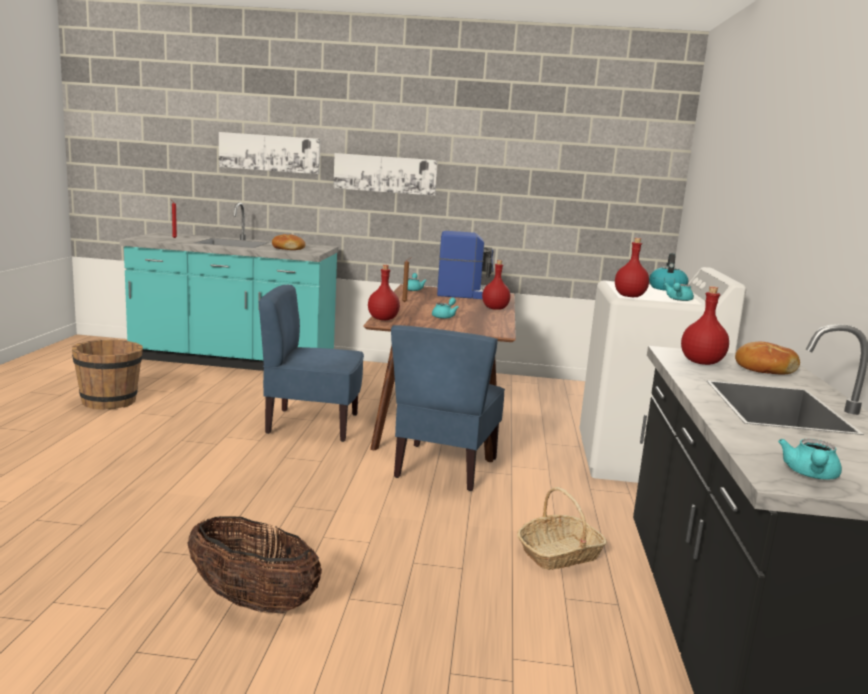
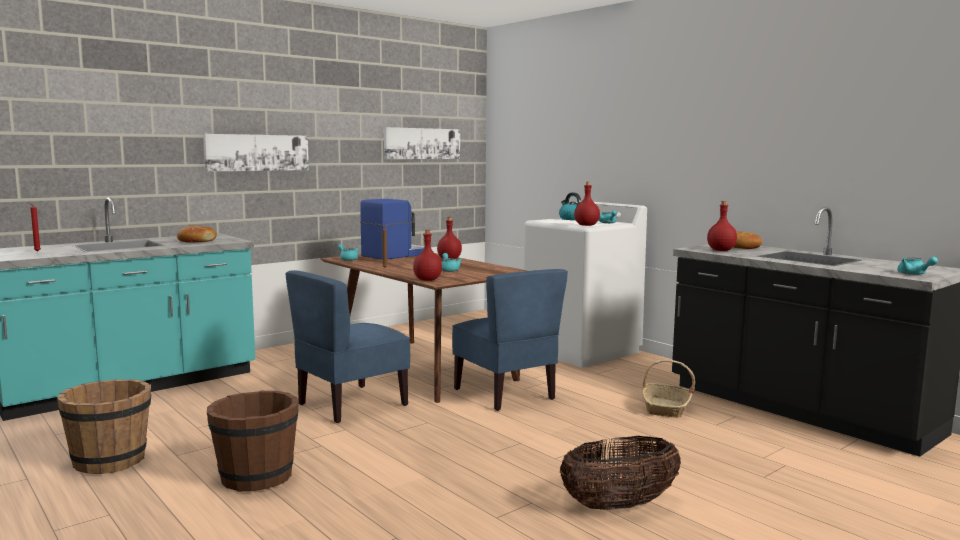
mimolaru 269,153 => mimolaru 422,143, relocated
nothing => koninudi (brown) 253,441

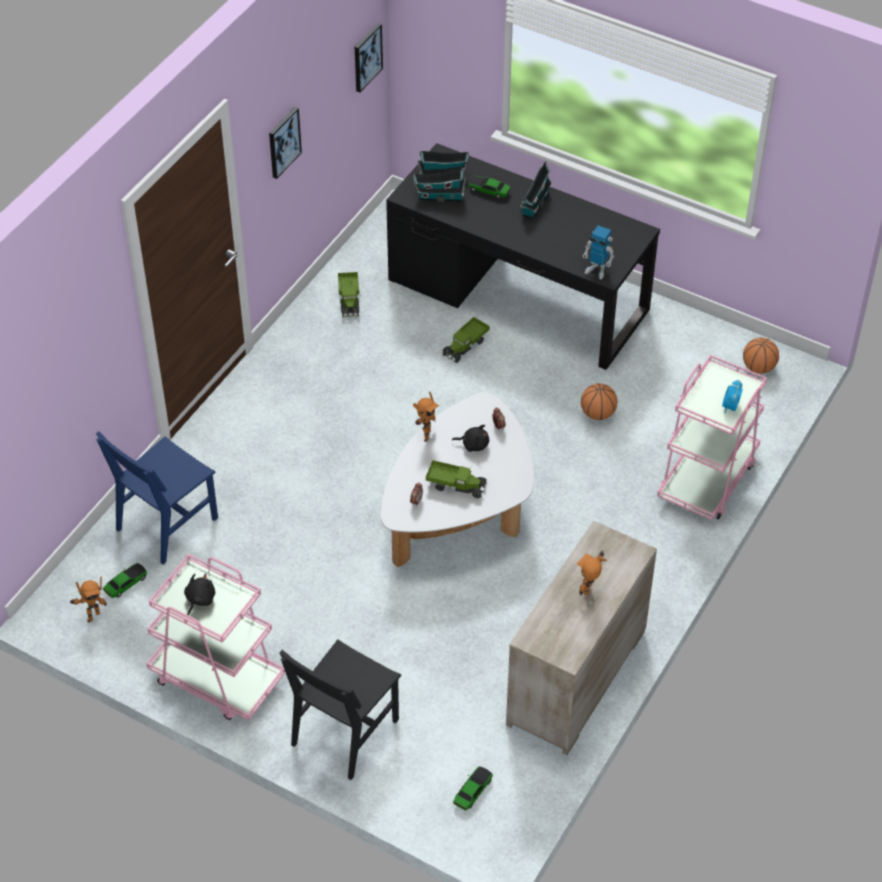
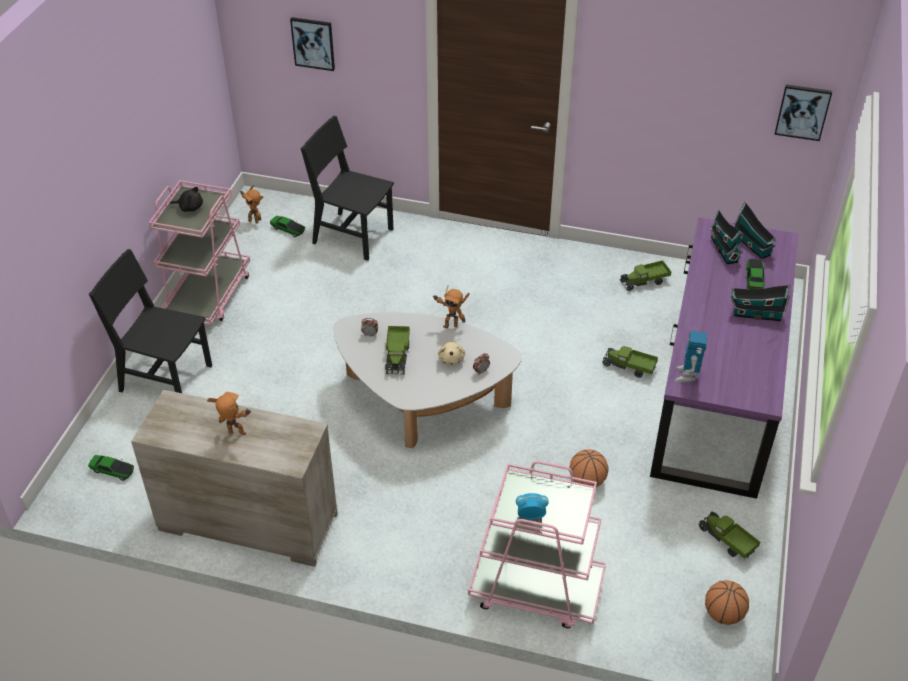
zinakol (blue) 157,498 => zinakol (black) 347,188
mimolaru 285,143 => mimolaru 312,44, relocated
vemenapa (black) 523,256 => vemenapa (purple) 724,358
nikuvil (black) 470,438 => nikuvil (beige) 451,353
nothing => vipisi 729,535

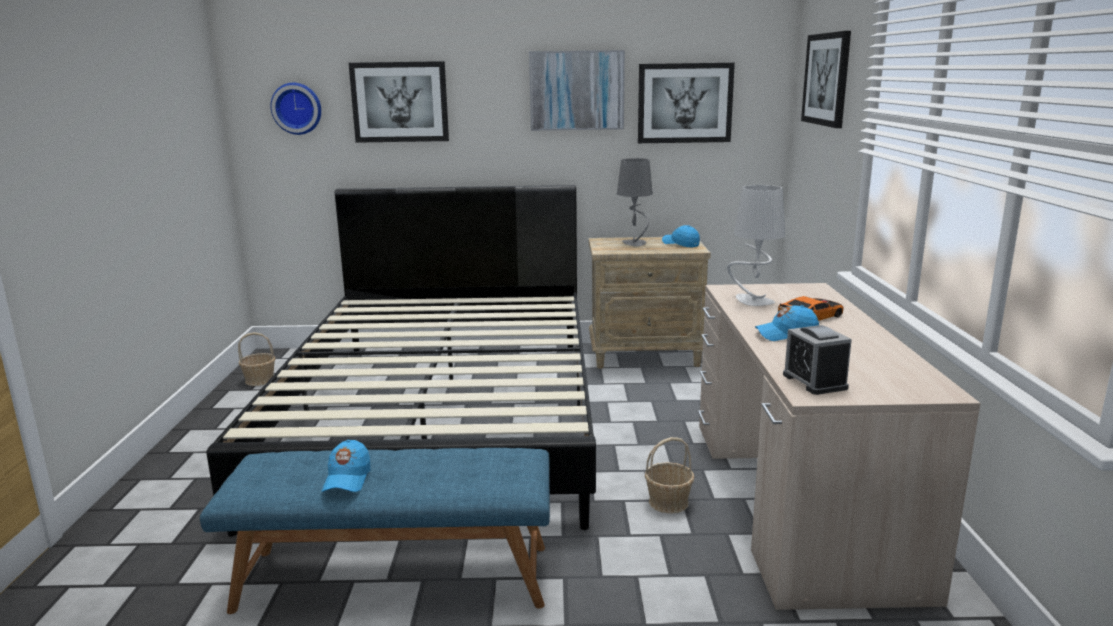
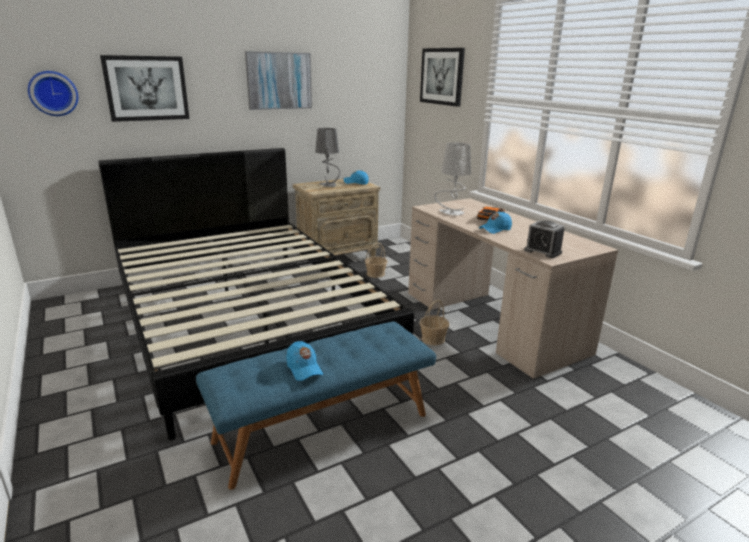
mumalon 256,359 => mumalon 376,260, relocated
mimolaru 686,103 => nothing

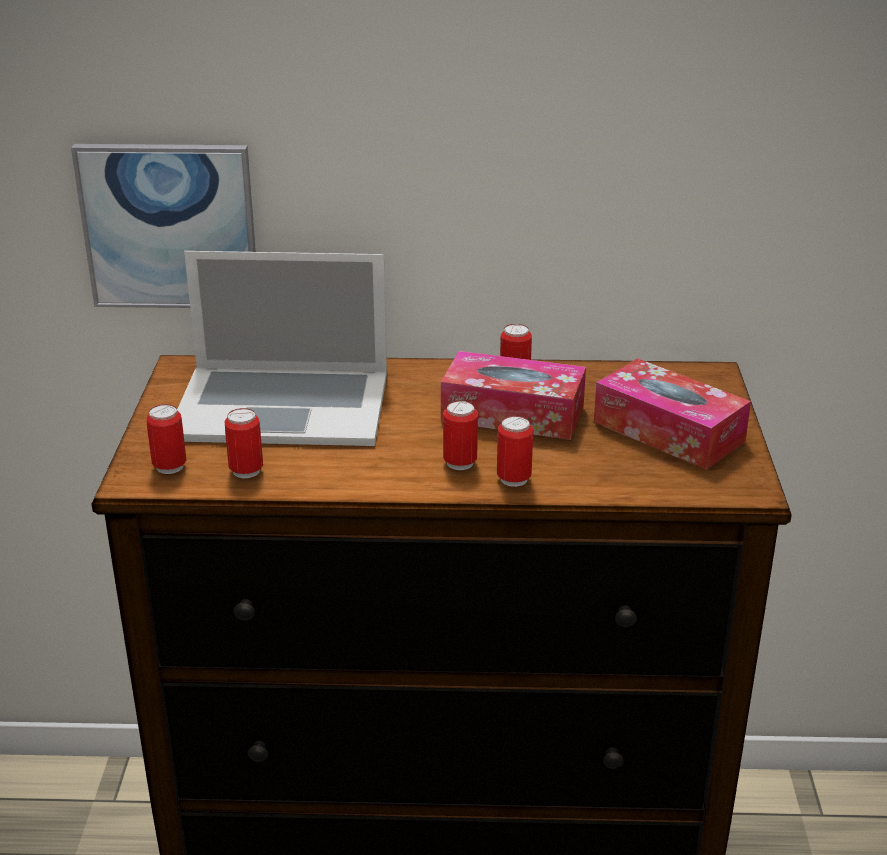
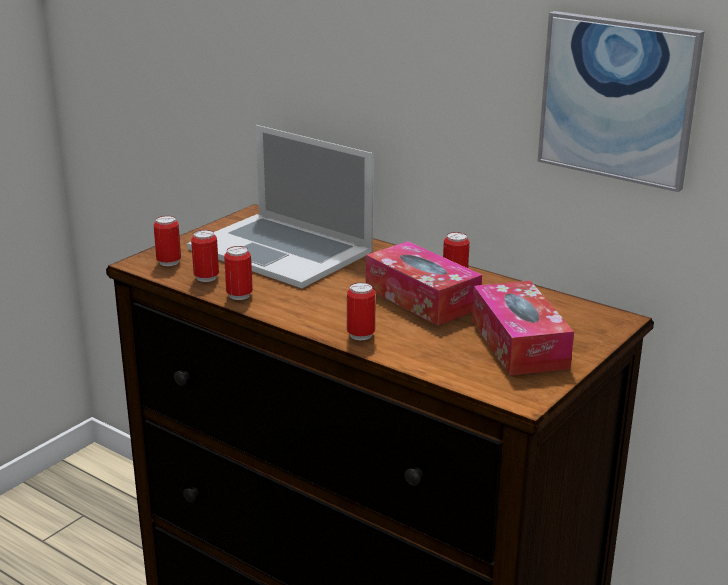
mimolaru 163,226 => mimolaru 621,101, relocated
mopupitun 460,435 => mopupitun 238,273, relocated

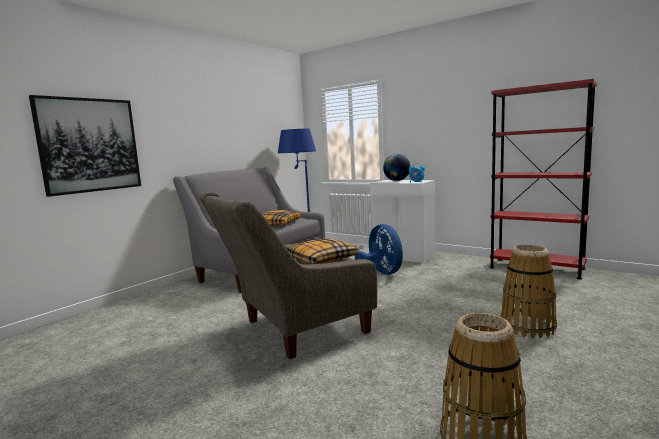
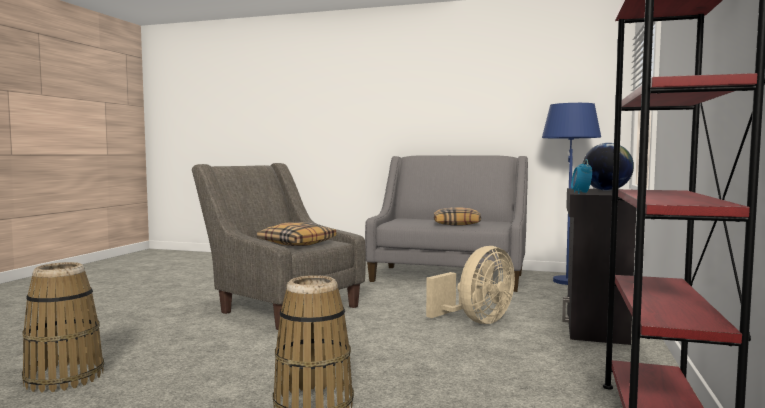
mimolaru 85,146 => nothing
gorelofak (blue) 379,249 => gorelofak (beige) 470,285
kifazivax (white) 403,221 => kifazivax (black) 599,266

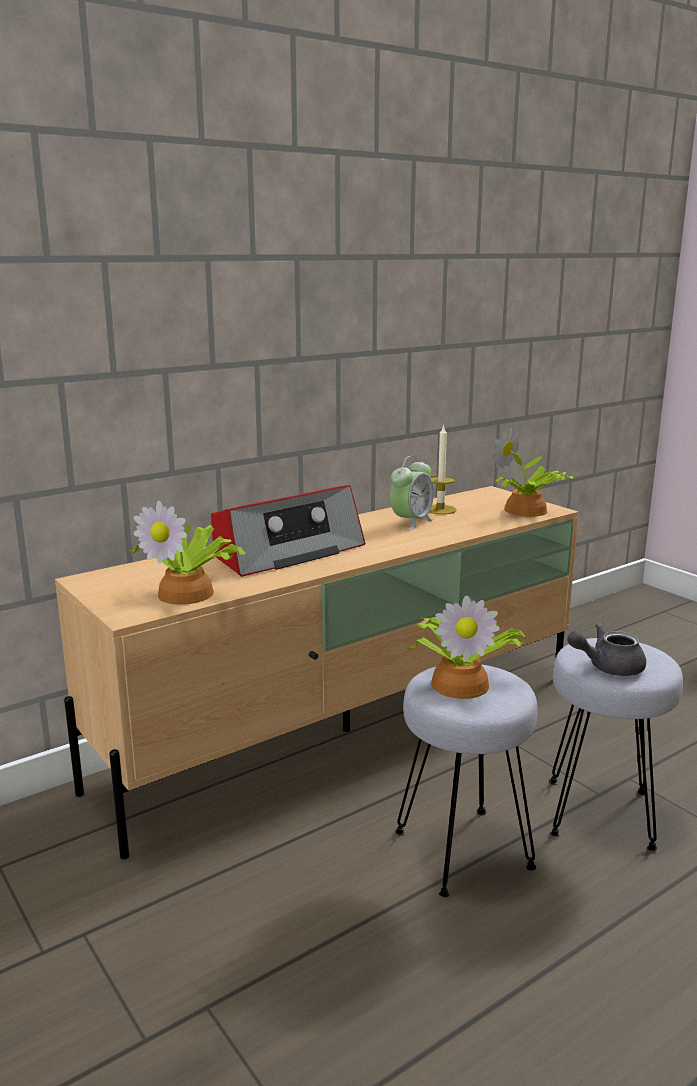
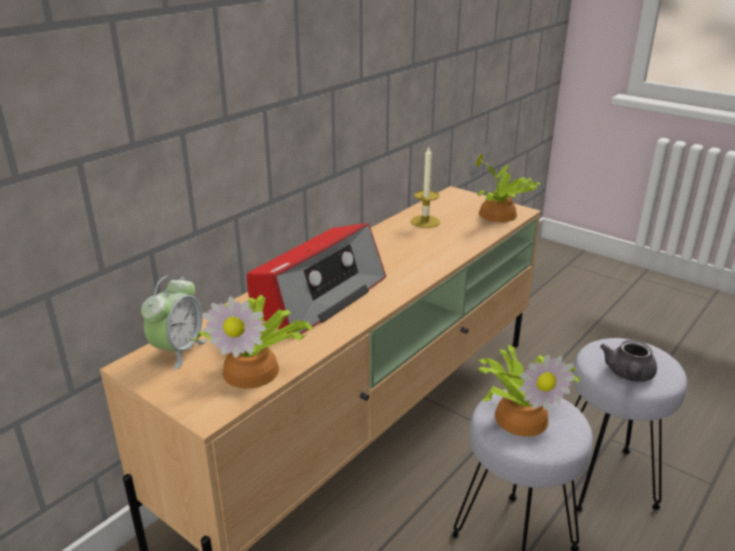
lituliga 412,493 => lituliga 174,323, relocated
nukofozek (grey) 606,649 => nukofozek (grey) 628,361, 45 degrees counterclockwise

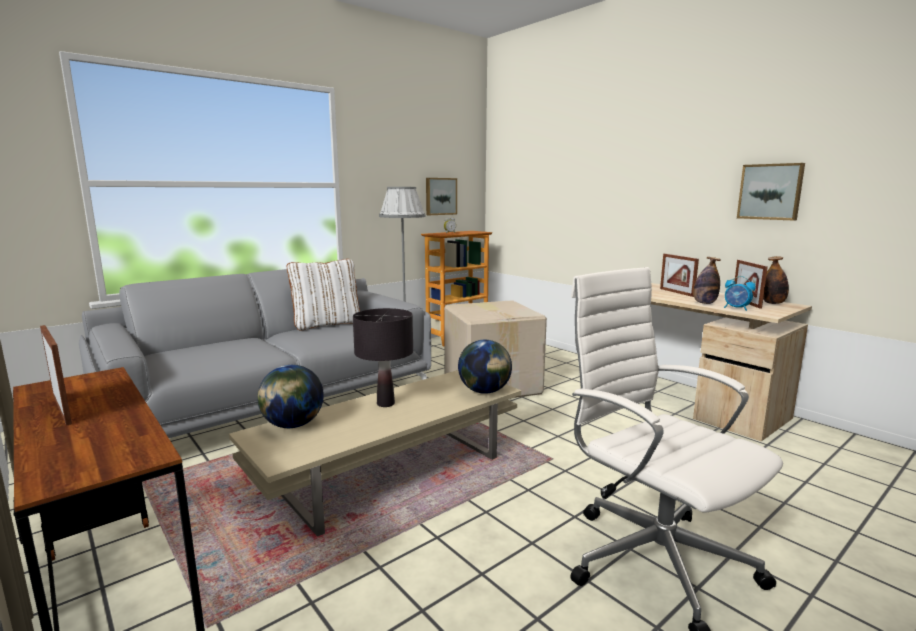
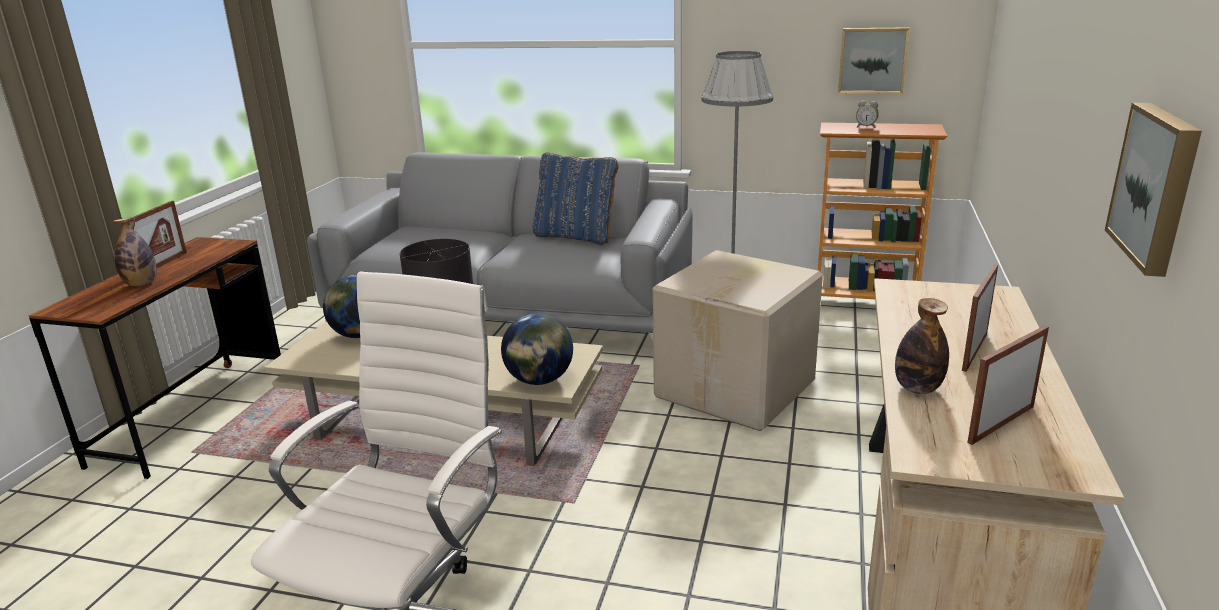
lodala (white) 323,294 => lodala (blue) 576,198
lituliga 740,293 => nothing
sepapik 776,280 => sepapik 135,251, relocated

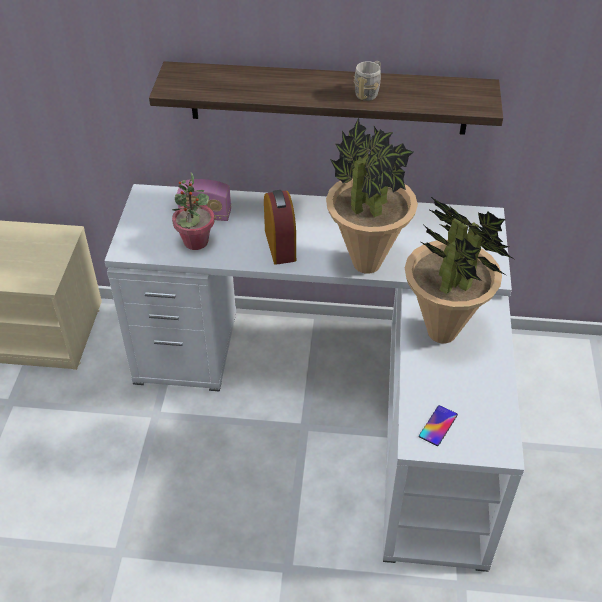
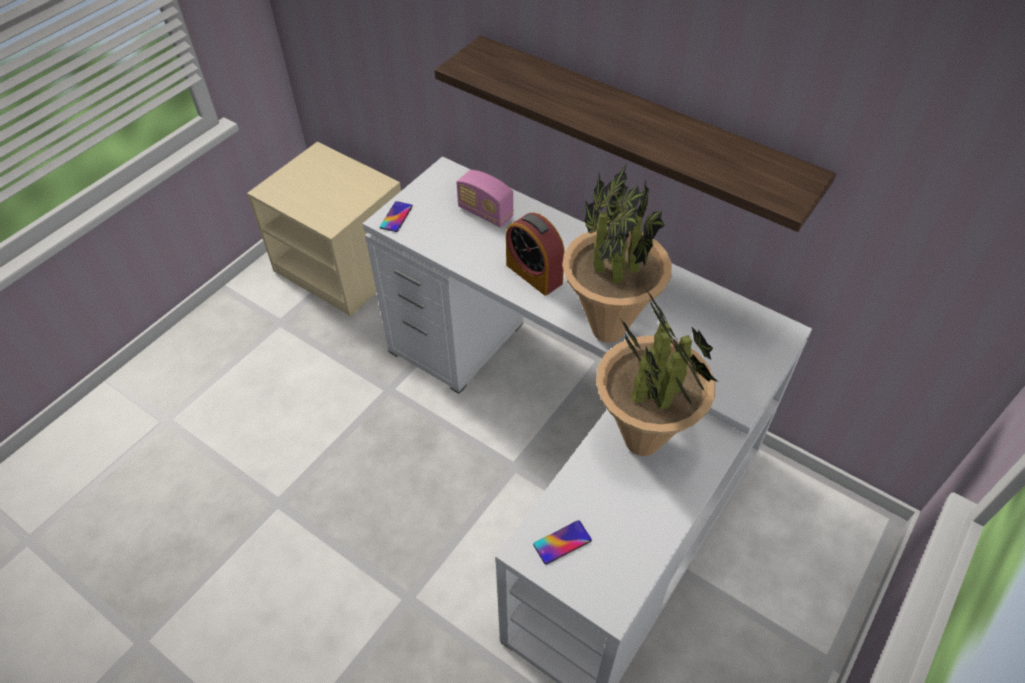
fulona 193,211 => nothing
lituliga 280,227 => lituliga 535,254, 120 degrees clockwise
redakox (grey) 367,81 => nothing
nothing => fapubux 396,216

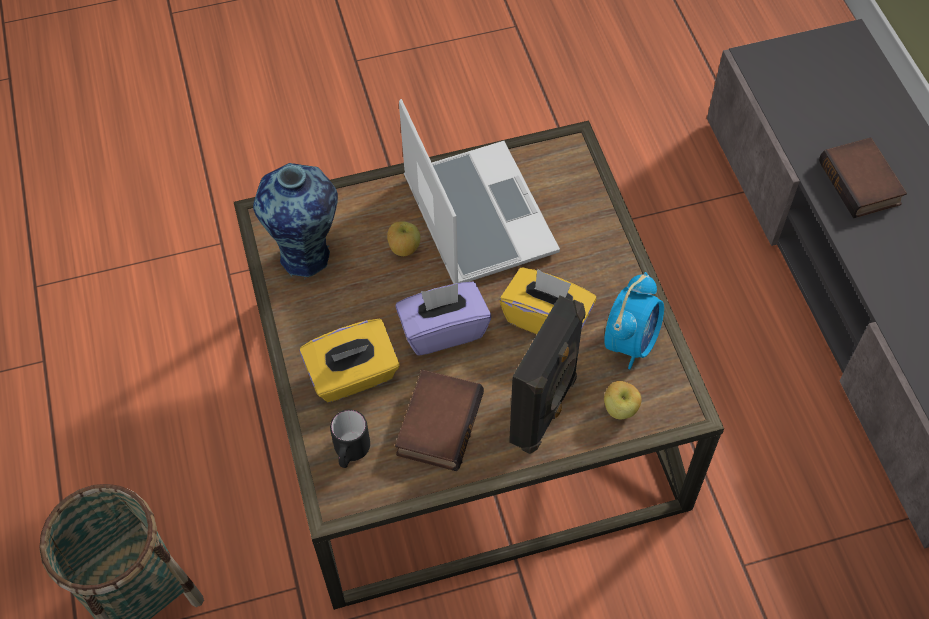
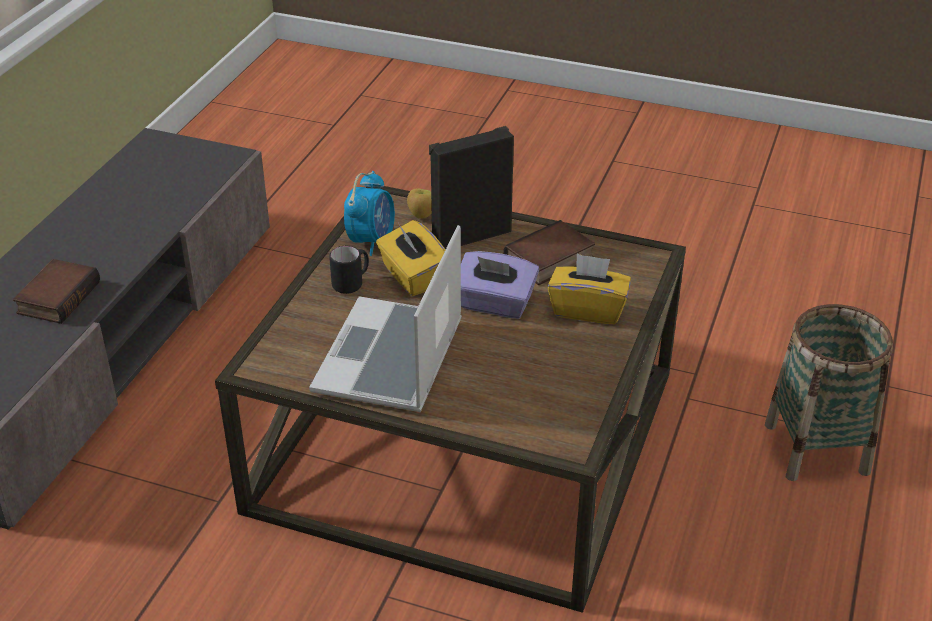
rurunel 295,221 => nothing
redakox (black) 350,438 => redakox (black) 349,270, relocated
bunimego 404,238 => nothing
lituliga 634,320 => lituliga 369,213, 135 degrees clockwise

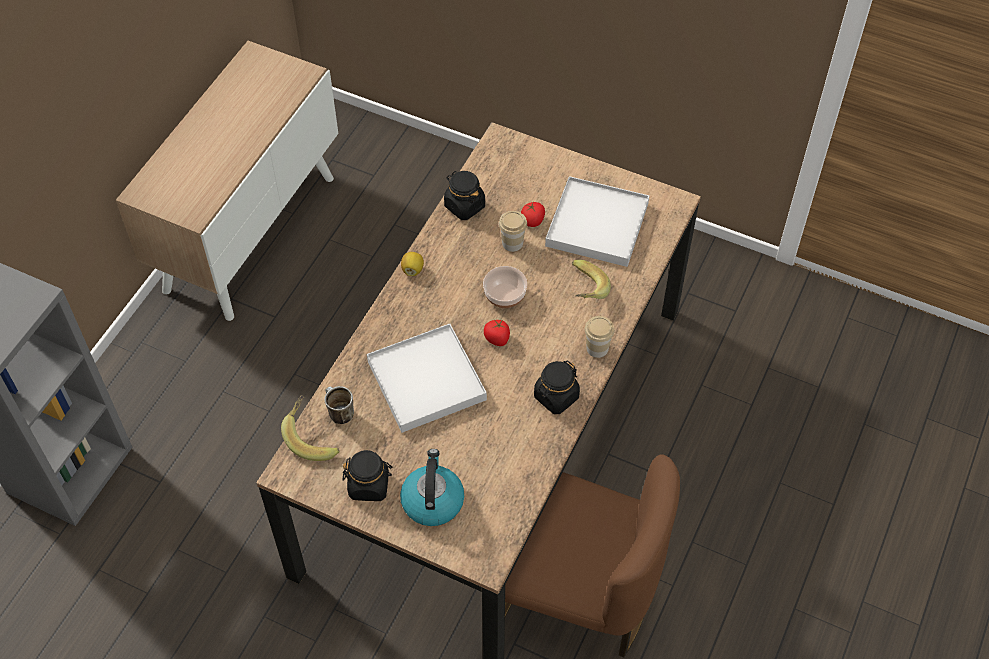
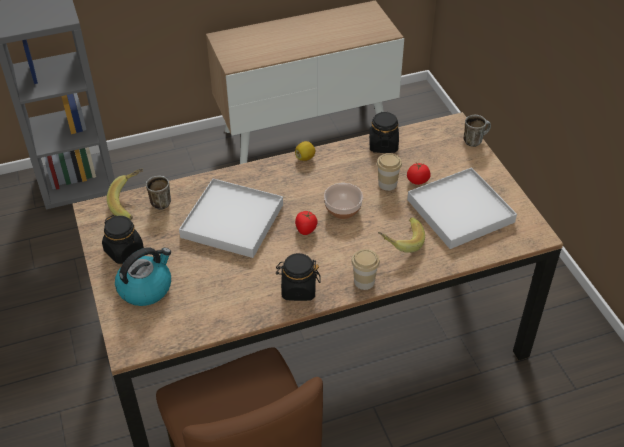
nothing => redakox 477,131

